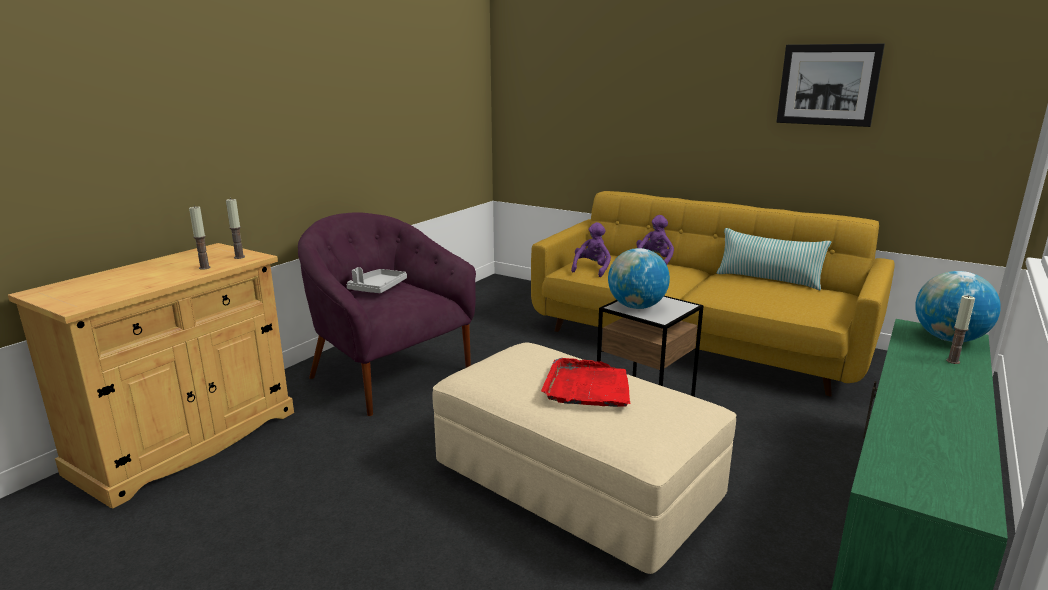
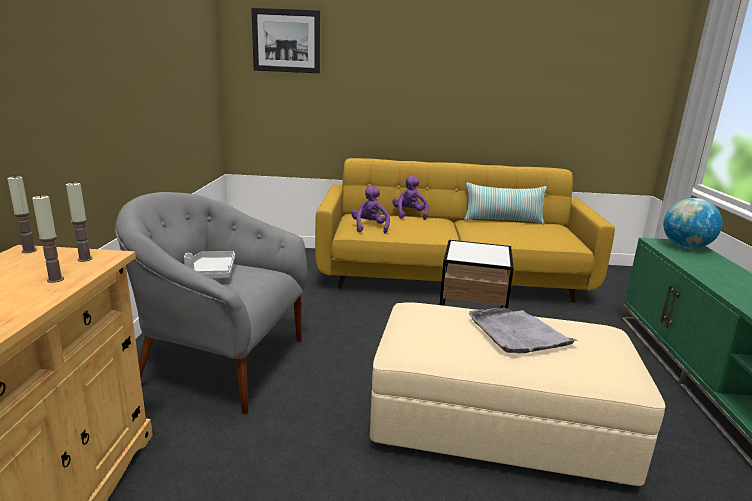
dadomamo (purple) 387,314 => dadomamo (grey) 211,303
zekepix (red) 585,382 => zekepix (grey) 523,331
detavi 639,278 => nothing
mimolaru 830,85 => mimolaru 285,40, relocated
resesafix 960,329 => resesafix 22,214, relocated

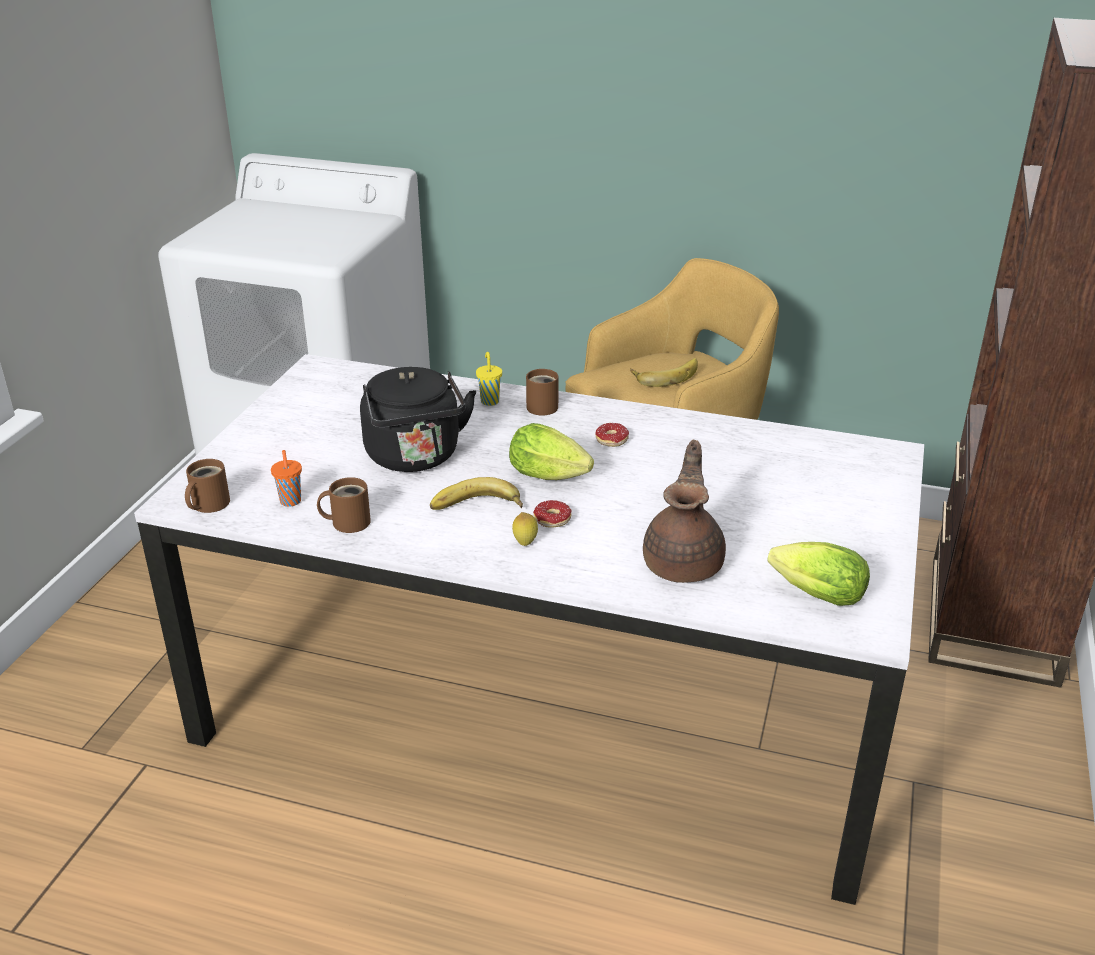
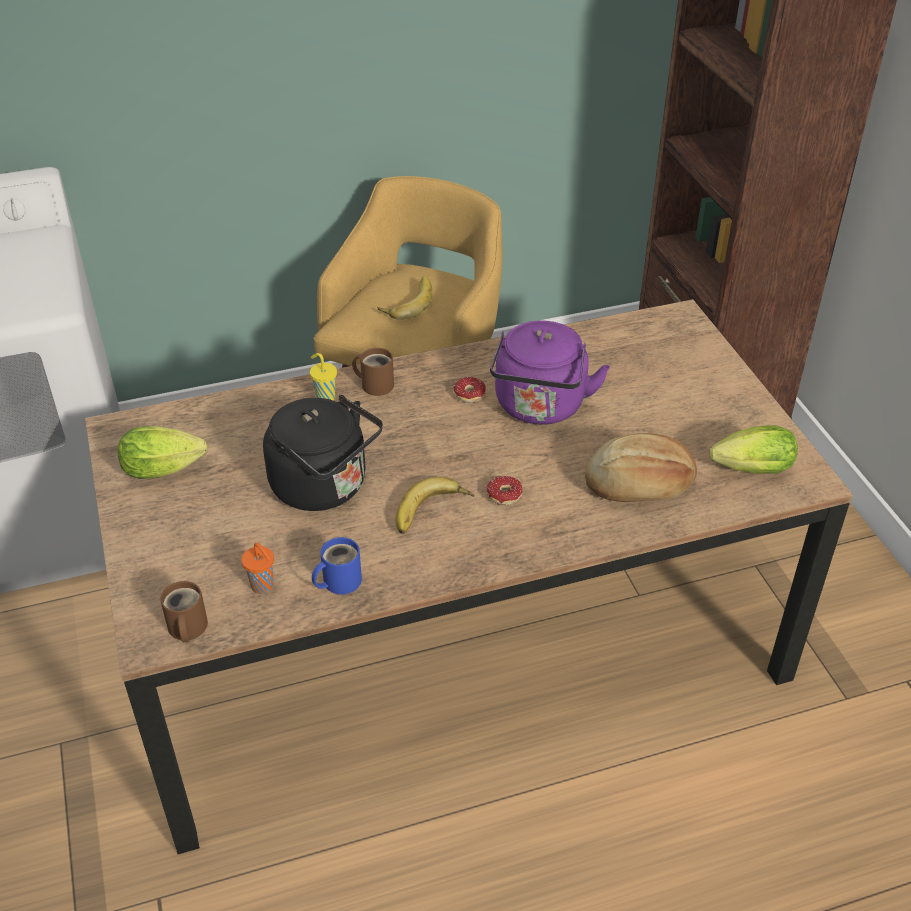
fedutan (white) 529,629 => fedutan (brown) 469,577
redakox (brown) 344,505 => redakox (blue) 337,566
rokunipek 551,451 => rokunipek 162,452, relocated
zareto 525,529 => nothing
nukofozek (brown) 684,511 => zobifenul 641,467
nothing => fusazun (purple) 550,372

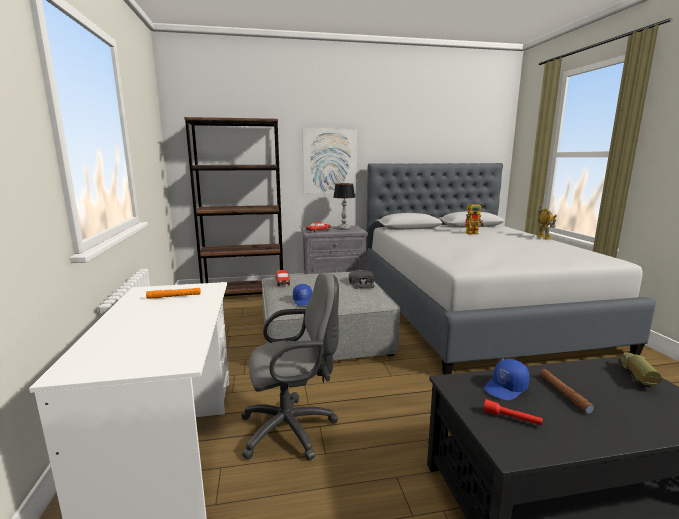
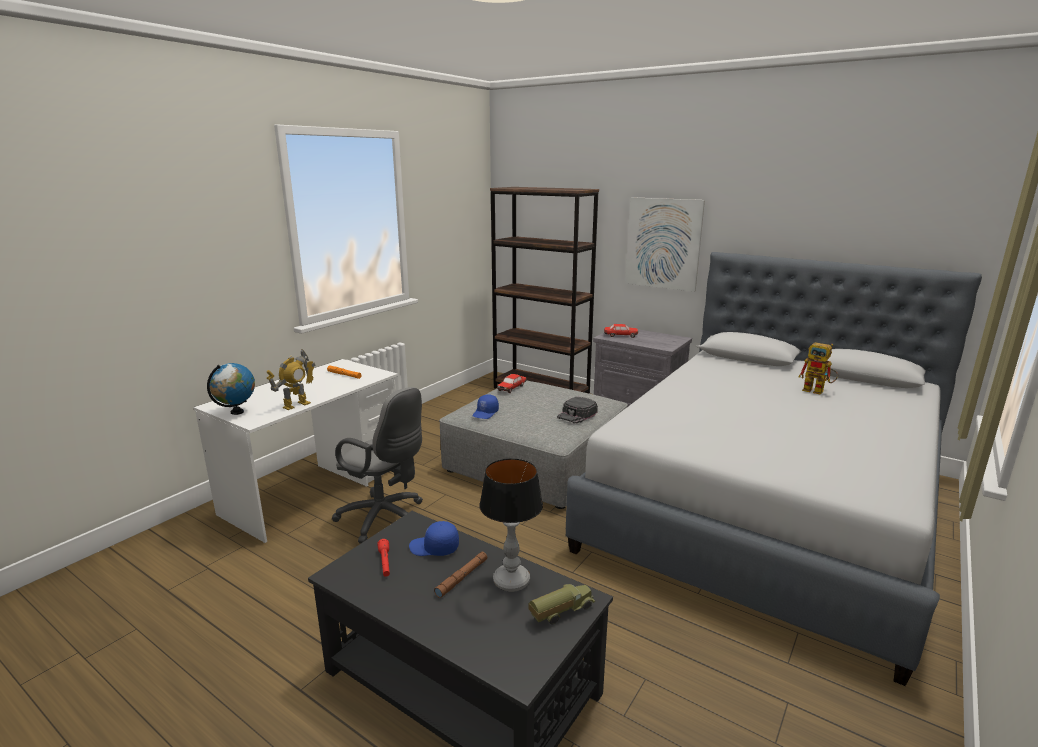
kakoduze 344,206 => kakoduze 511,525, relocated
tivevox 547,222 => tivevox 291,379, relocated
nothing => detavi 231,389

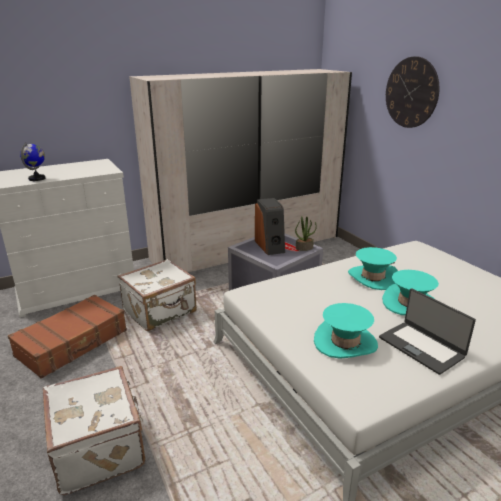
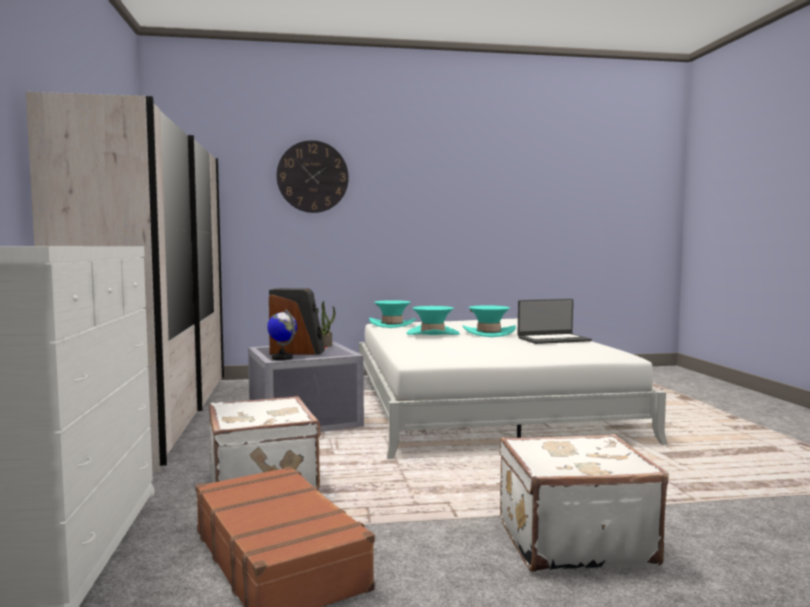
detavi 32,161 => detavi 282,334, relocated
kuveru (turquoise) 346,331 => kuveru (turquoise) 392,314, relocated

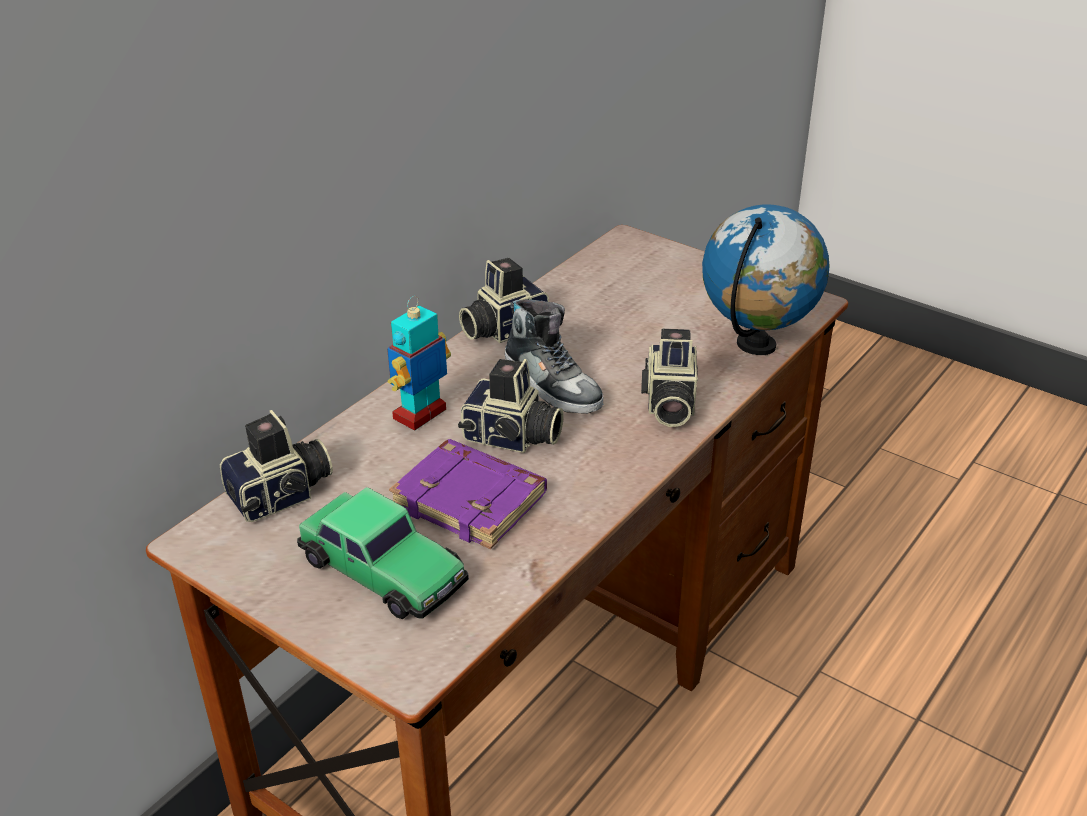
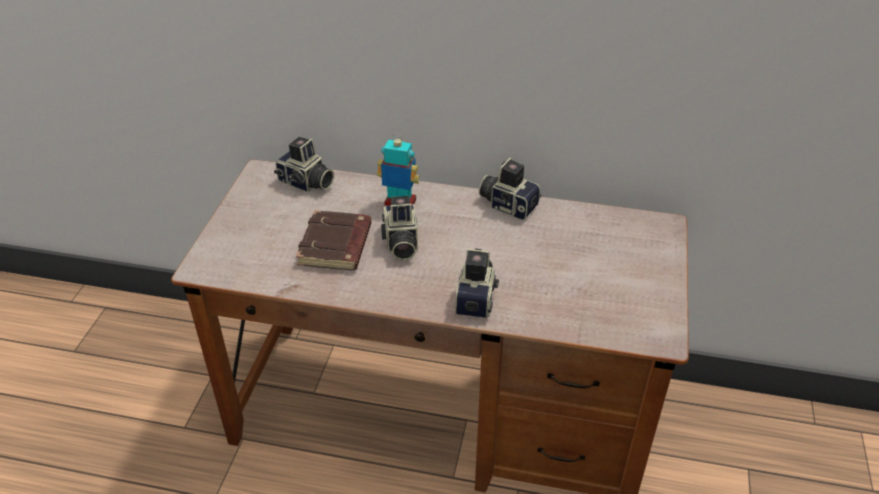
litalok 383,553 => nothing
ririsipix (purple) 468,494 => ririsipix (brown) 333,240
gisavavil 554,356 => nothing
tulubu 669,377 => tulubu 477,283, 120 degrees clockwise
detavi 766,279 => nothing

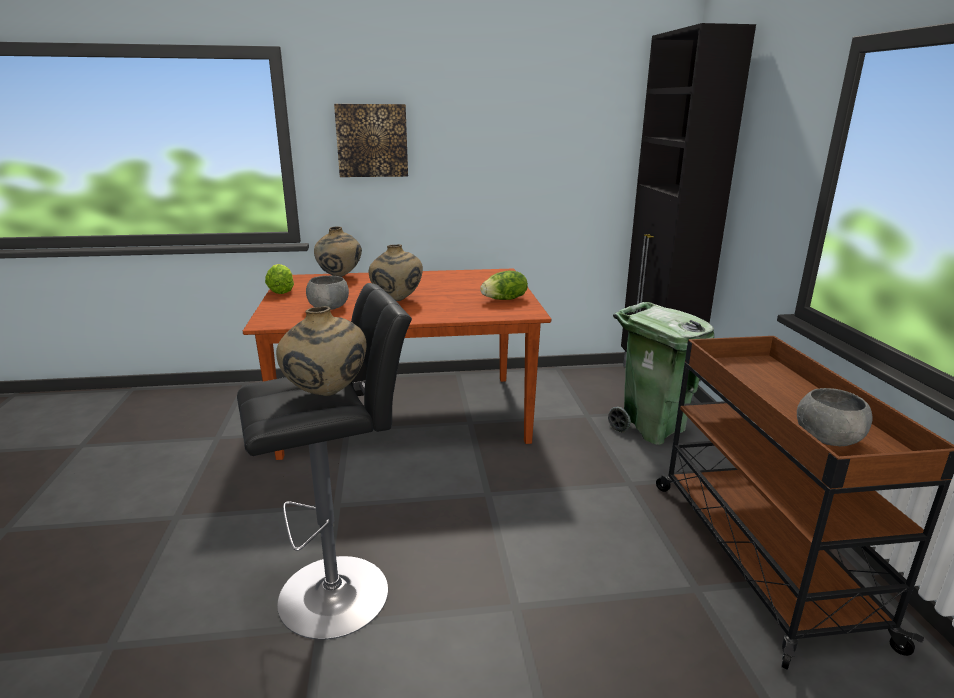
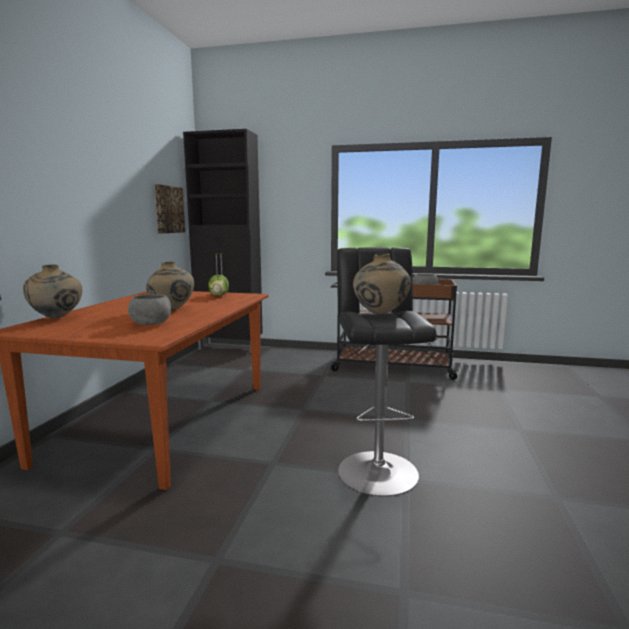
rokunipek 279,279 => nothing
mimolaru 371,140 => mimolaru 169,208, relocated
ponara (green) 661,373 => nothing

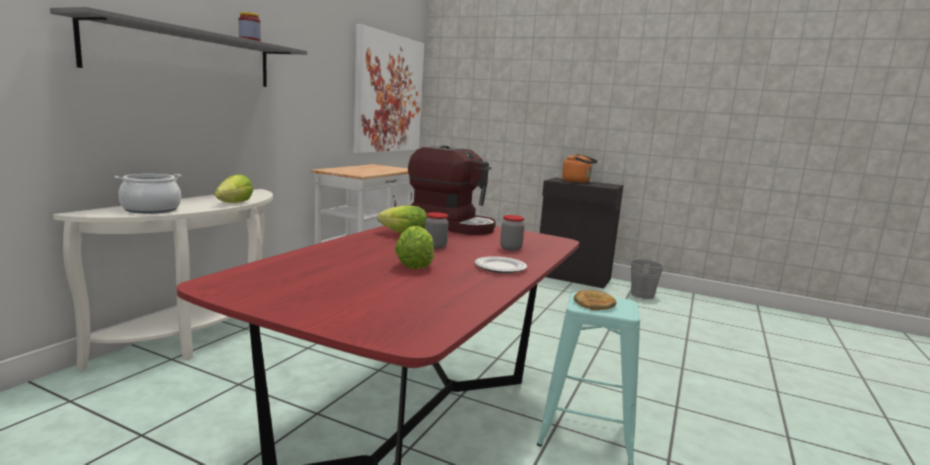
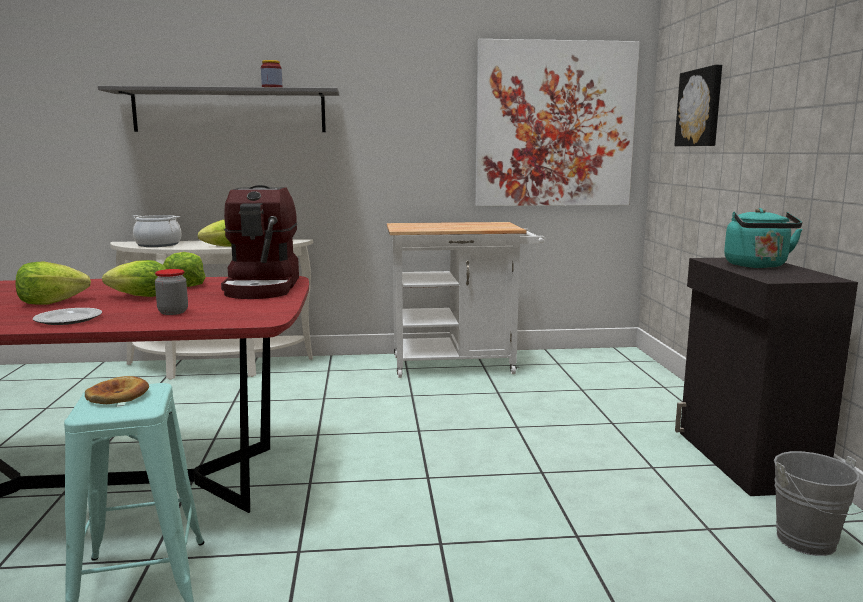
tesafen 437,230 => rokunipek 134,278
fusazun (orange) 580,168 => fusazun (turquoise) 763,238
nothing => mimolaru 698,105

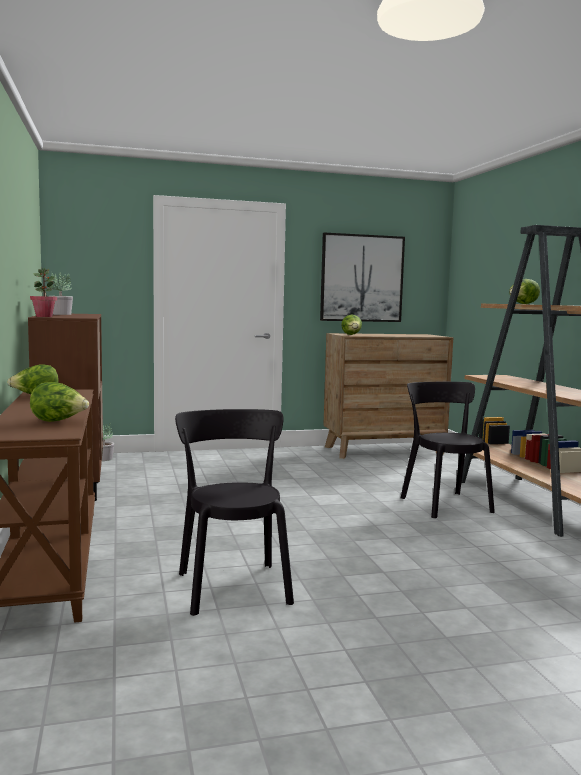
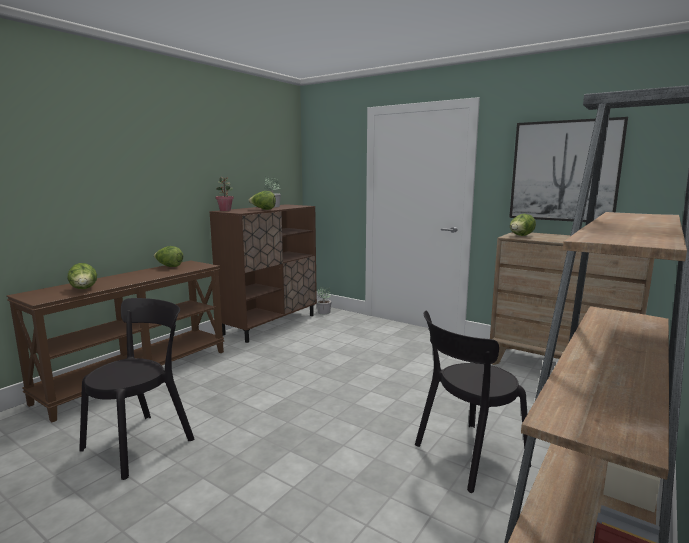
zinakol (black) 448,450 => zinakol (black) 473,402, 150 degrees counterclockwise
rokunipek 524,291 => rokunipek 262,200, relocated

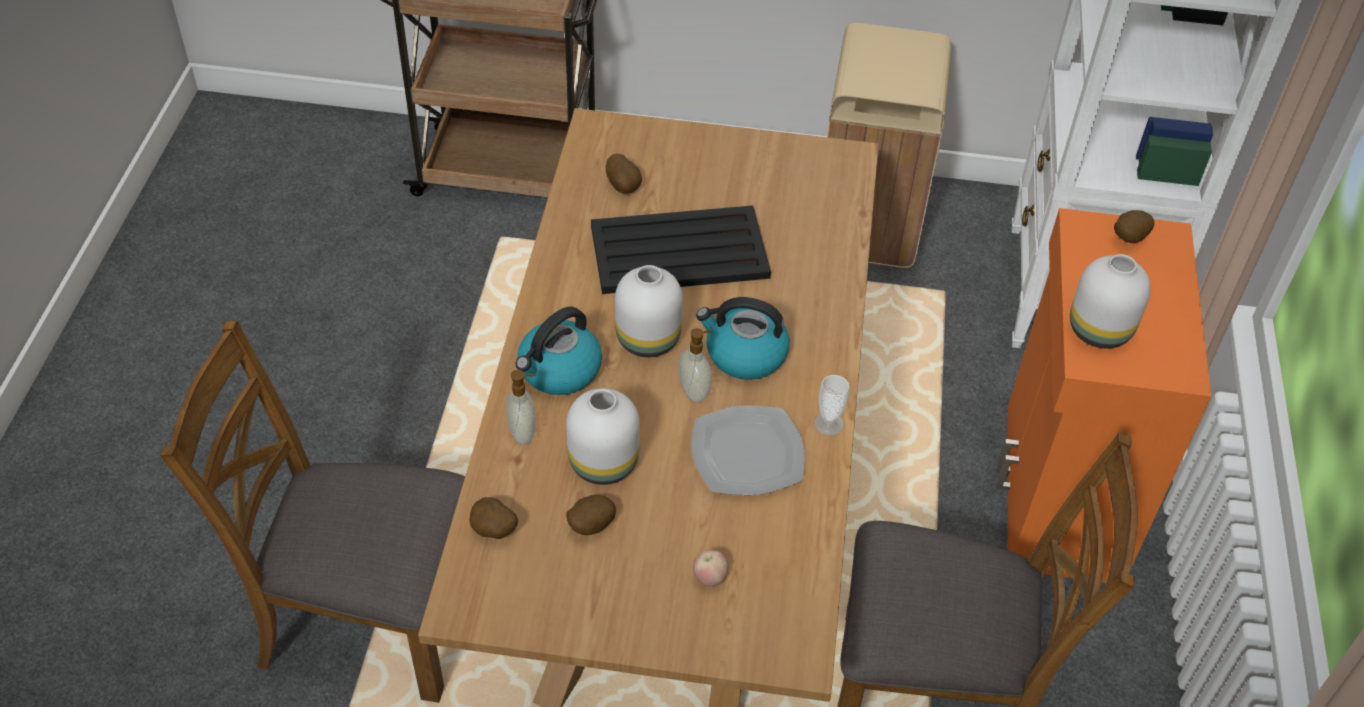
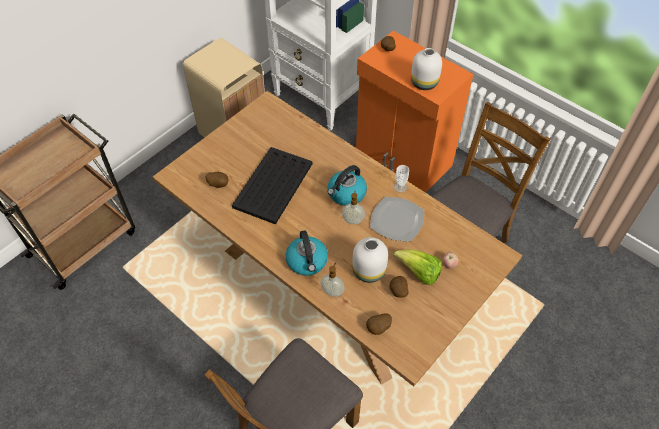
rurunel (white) 649,311 => nothing
nothing => rokunipek 418,267

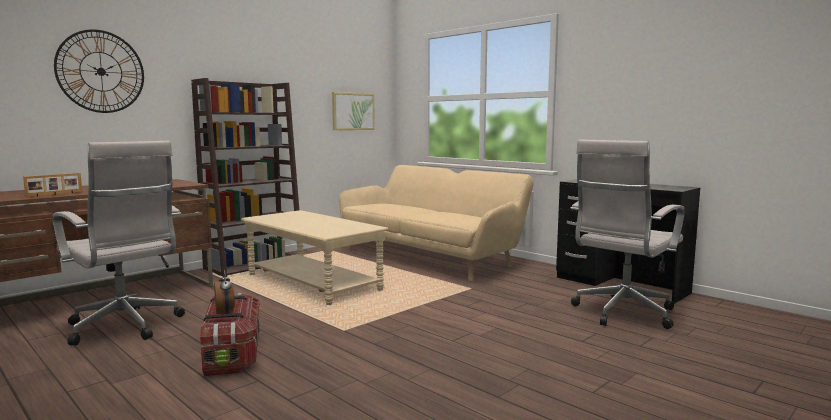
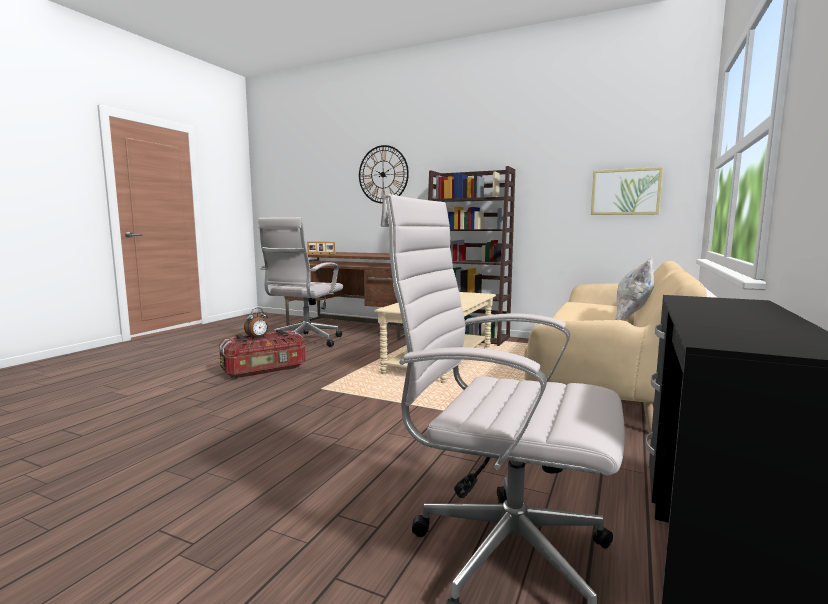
nothing => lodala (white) 634,289

